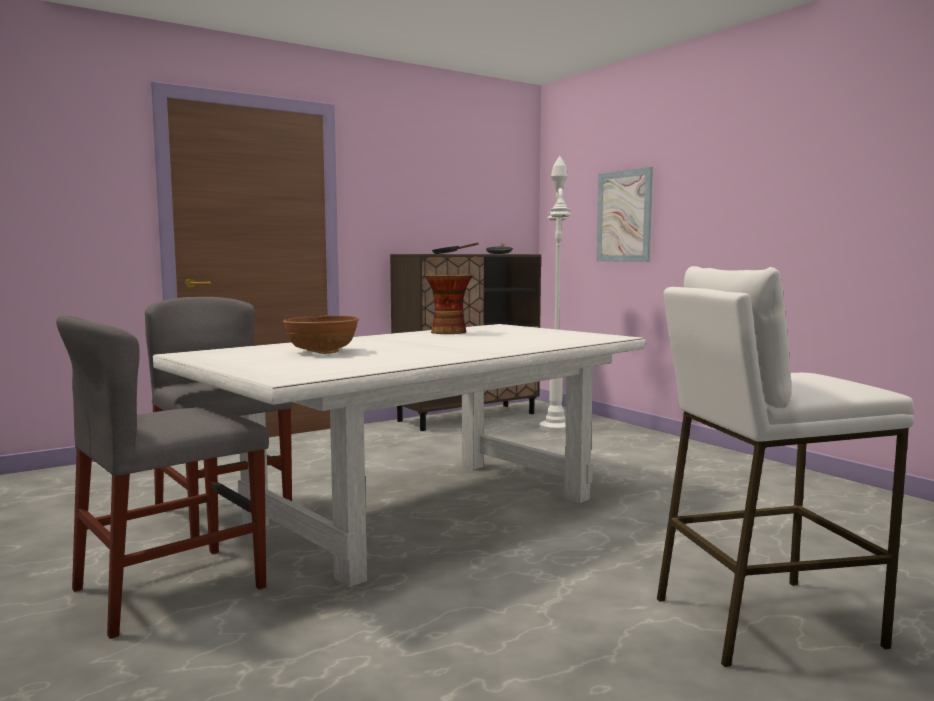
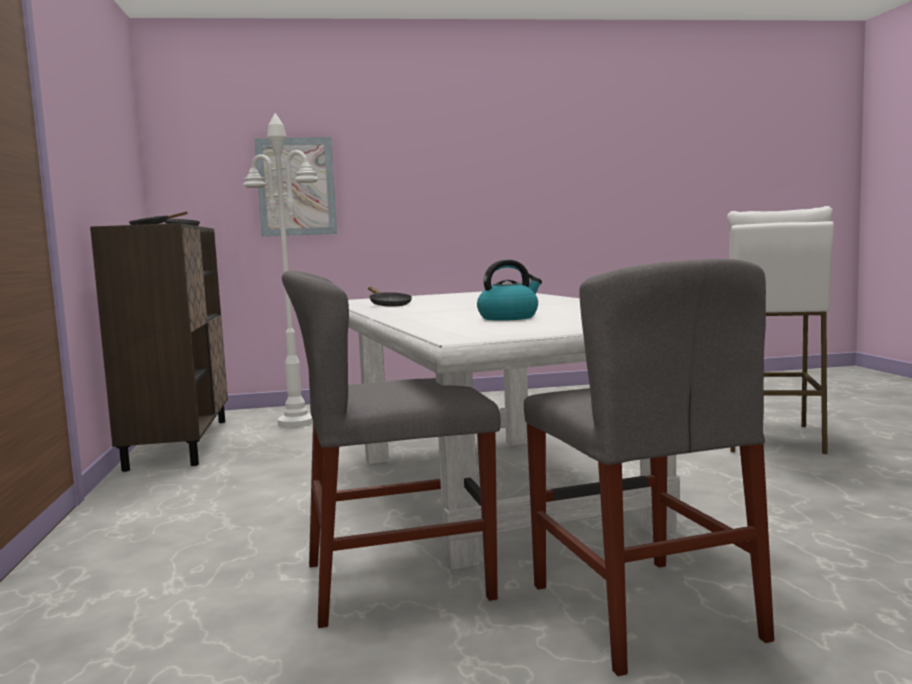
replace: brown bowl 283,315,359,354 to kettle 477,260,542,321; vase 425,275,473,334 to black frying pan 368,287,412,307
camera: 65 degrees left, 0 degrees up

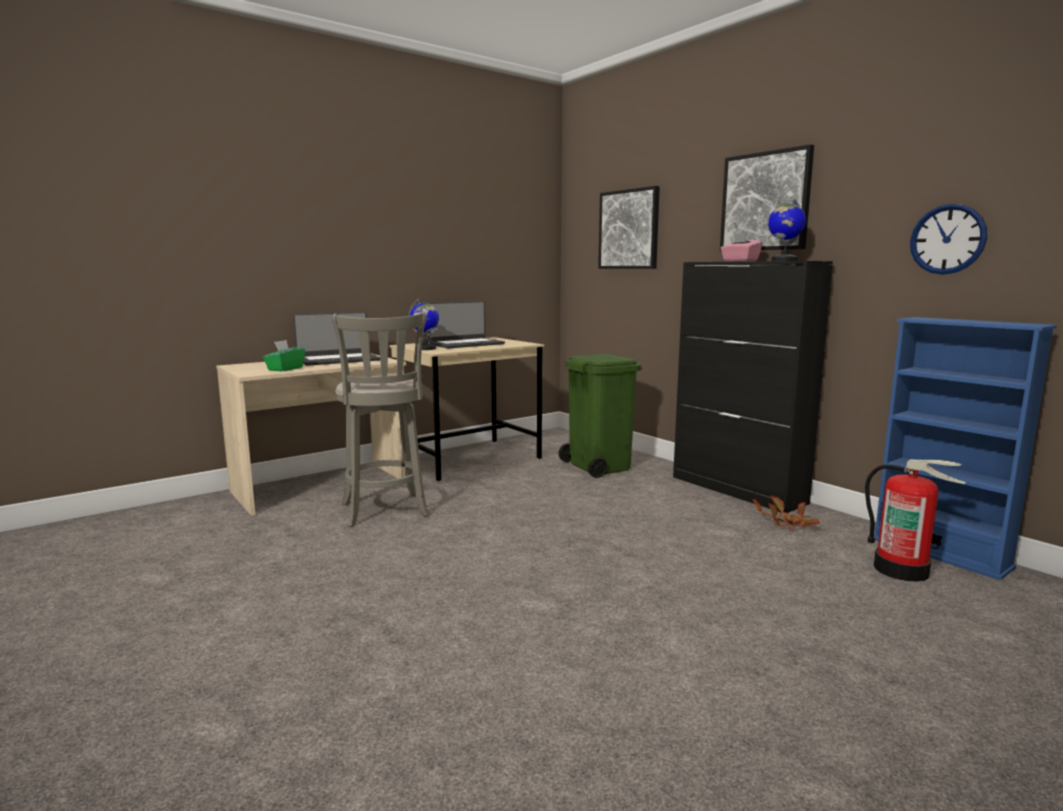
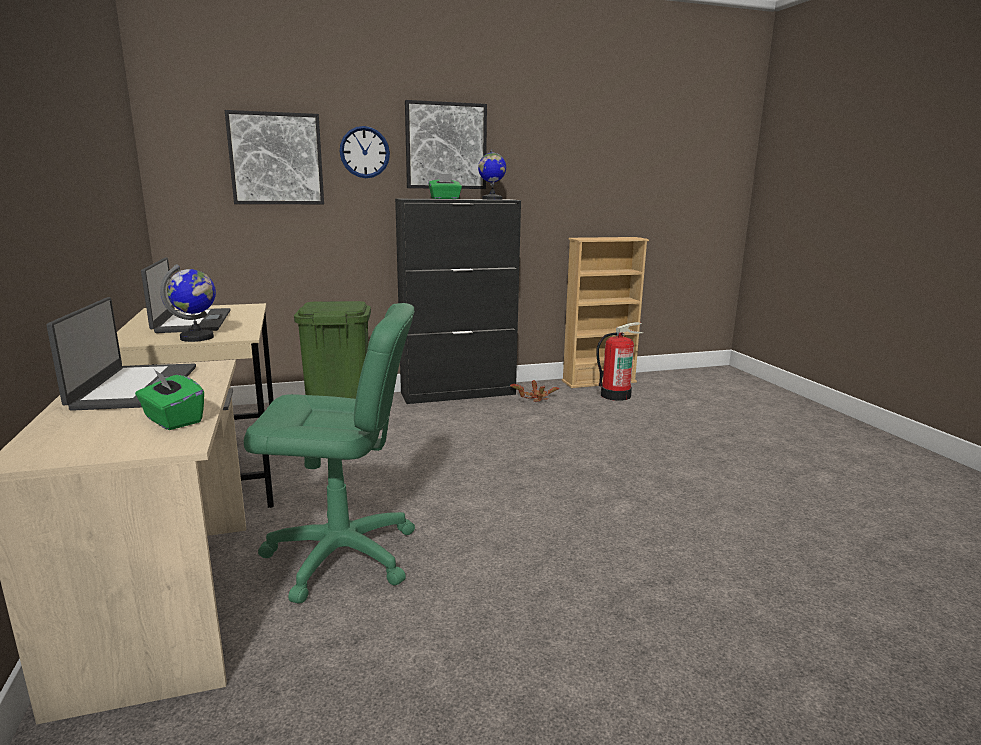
move: wall clock 910,204,987,275 to 340,126,390,178
replace: grey stool 332,311,429,527 to green office chair 244,303,415,604
recolor: pink tissue box 721,233,763,262 to green tissue box 428,174,462,199; blue bookcase 874,317,1057,580 to beige bookcase 562,237,649,388
camera: 70 degrees left, 5 degrees up

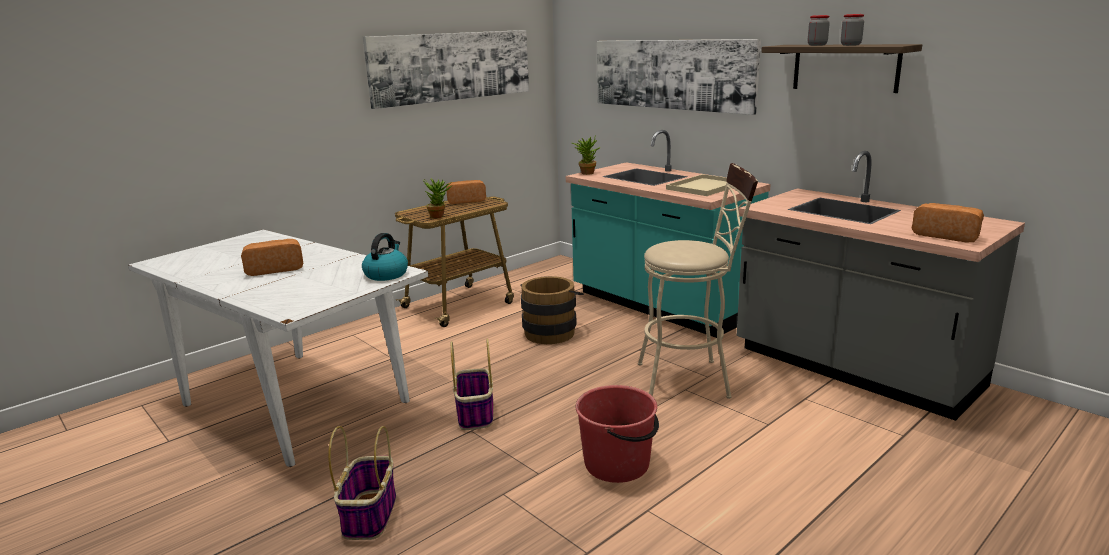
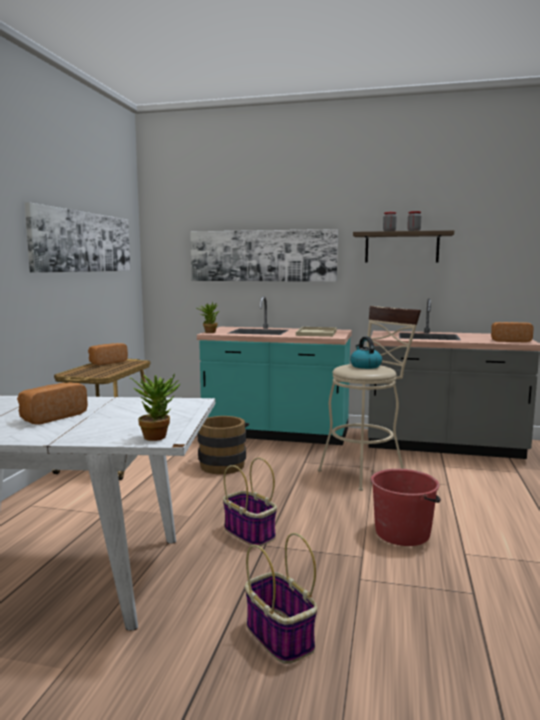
move: kettle 362,233,408,281 to 350,337,382,369; potted plant 424,179,452,218 to 130,374,181,441
camera: 35 degrees left, 10 degrees down

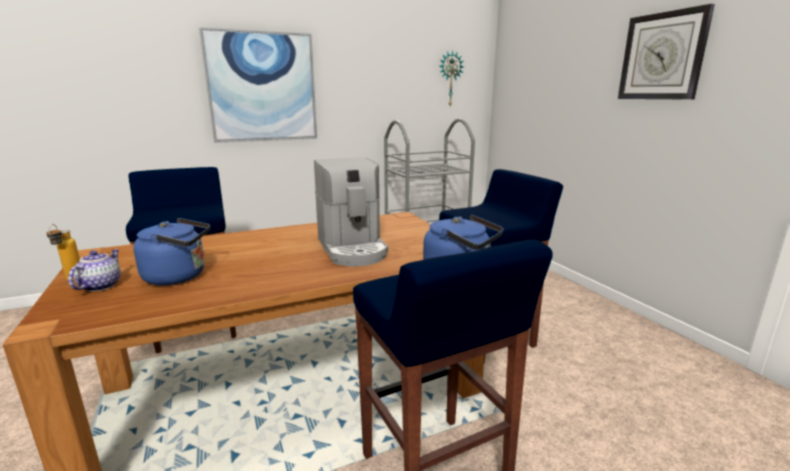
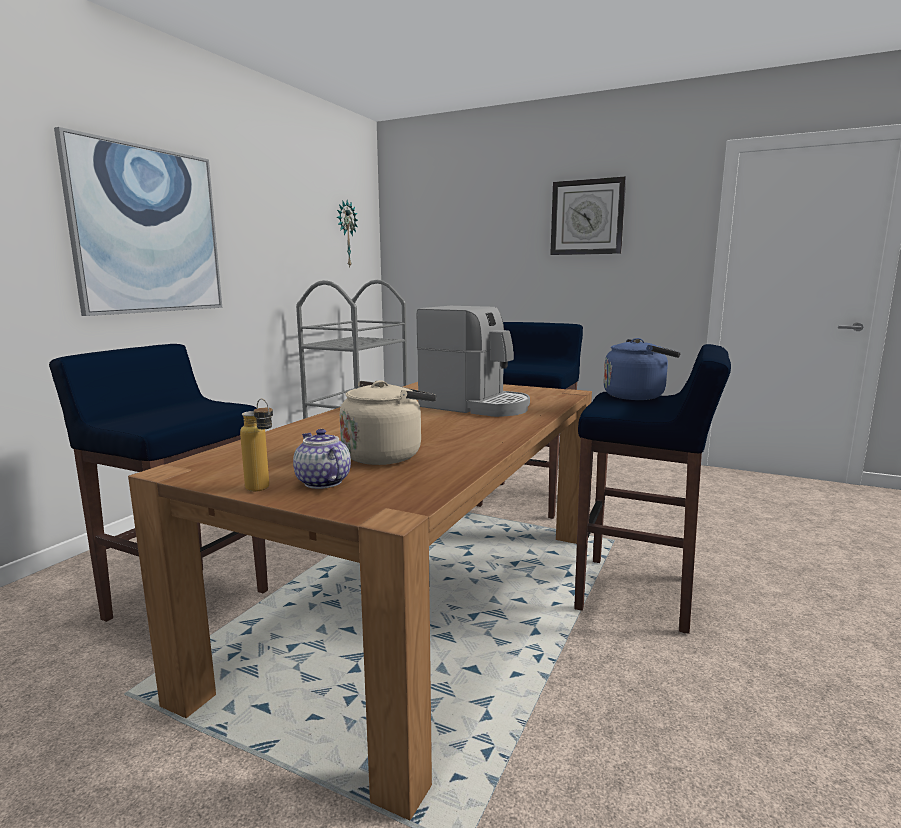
recolor: blue kettle 133,218,211,286 to beige kettle 340,380,437,465
camera: 40 degrees left, 5 degrees down

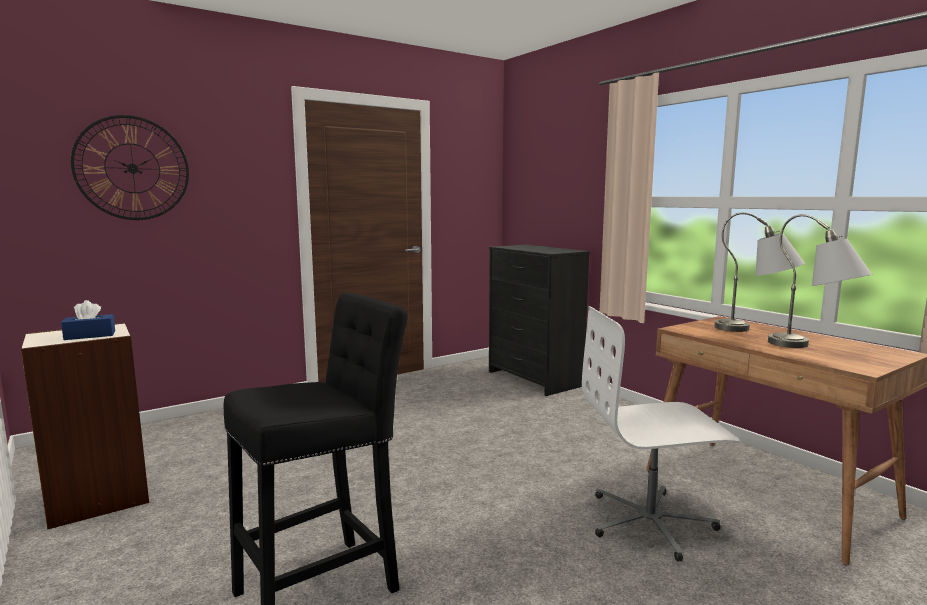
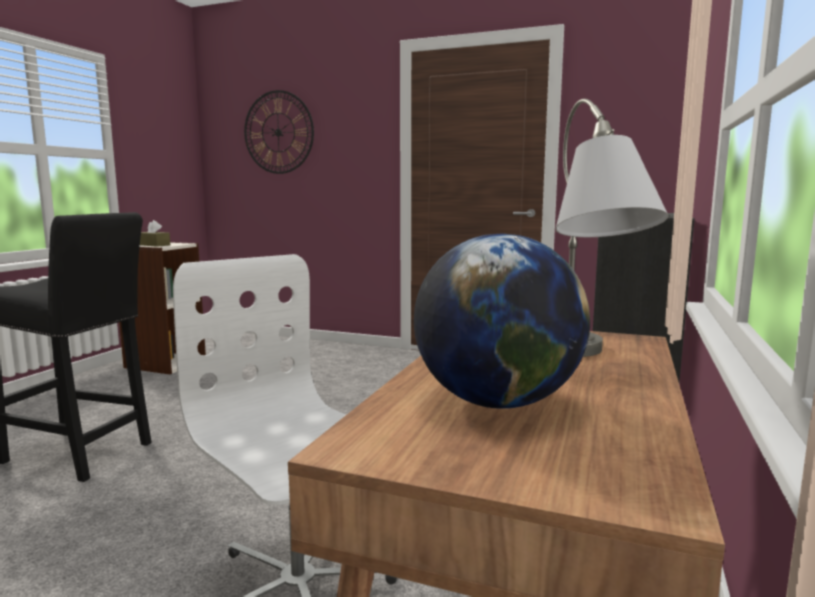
replace: grey table lamp 768,214,872,348 to globe 414,233,590,409
recolor: blue tissue box 61,300,115,340 to brown tissue box 140,220,170,247
camera: 55 degrees right, 0 degrees up

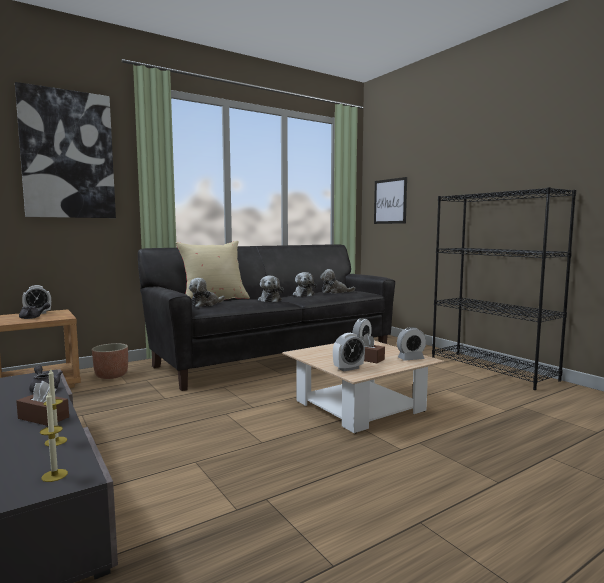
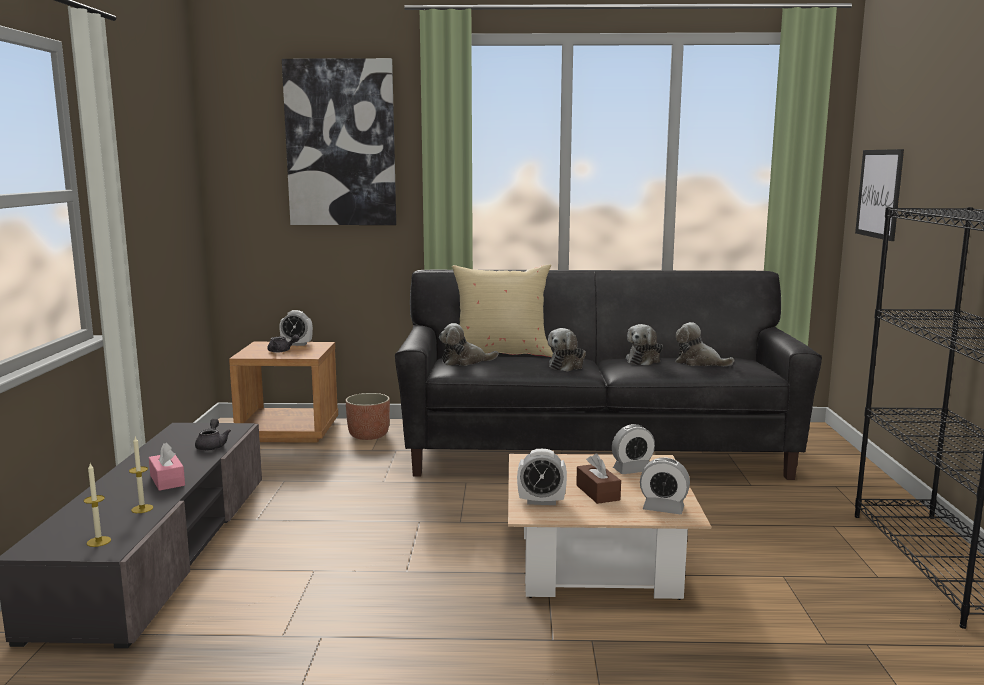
recolor: brown tissue box 16,381,69,426 to pink tissue box 149,443,185,491
camera: 35 degrees right, 5 degrees up

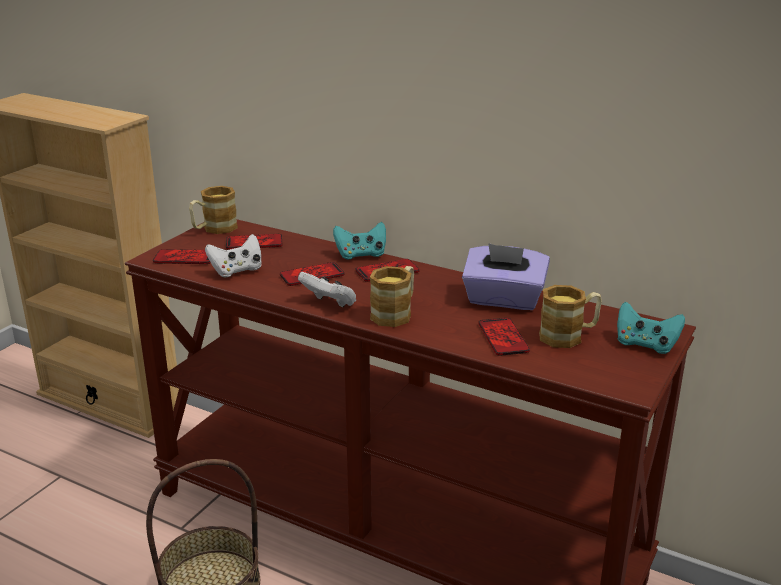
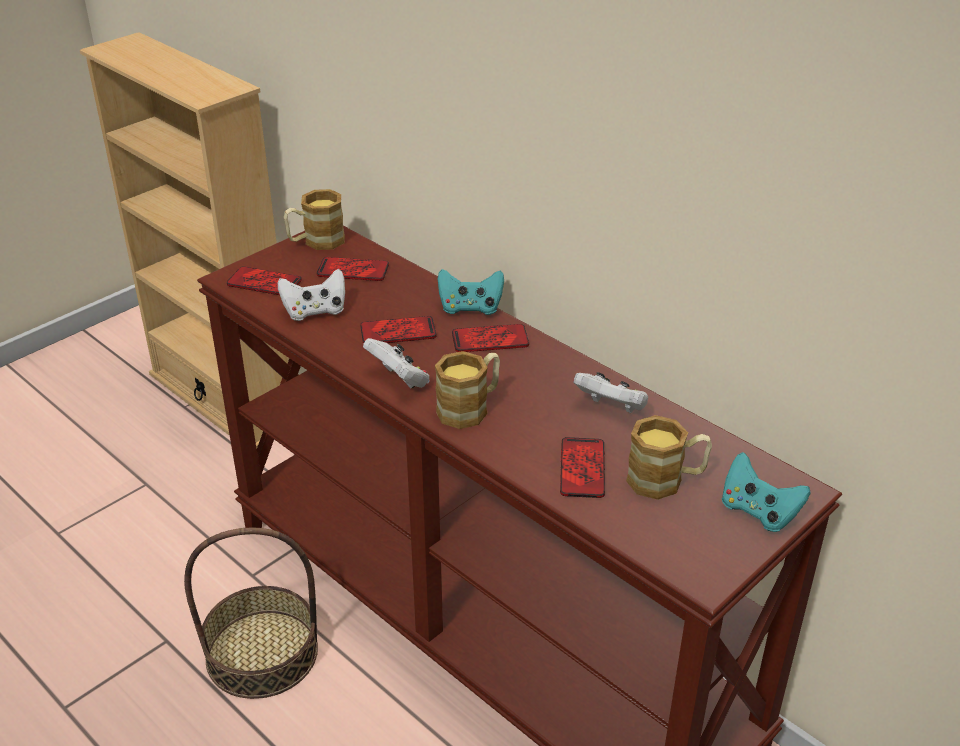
replace: purple tissue box 462,243,550,310 to white game controller 574,372,648,413
camera: 15 degrees right, 10 degrees up

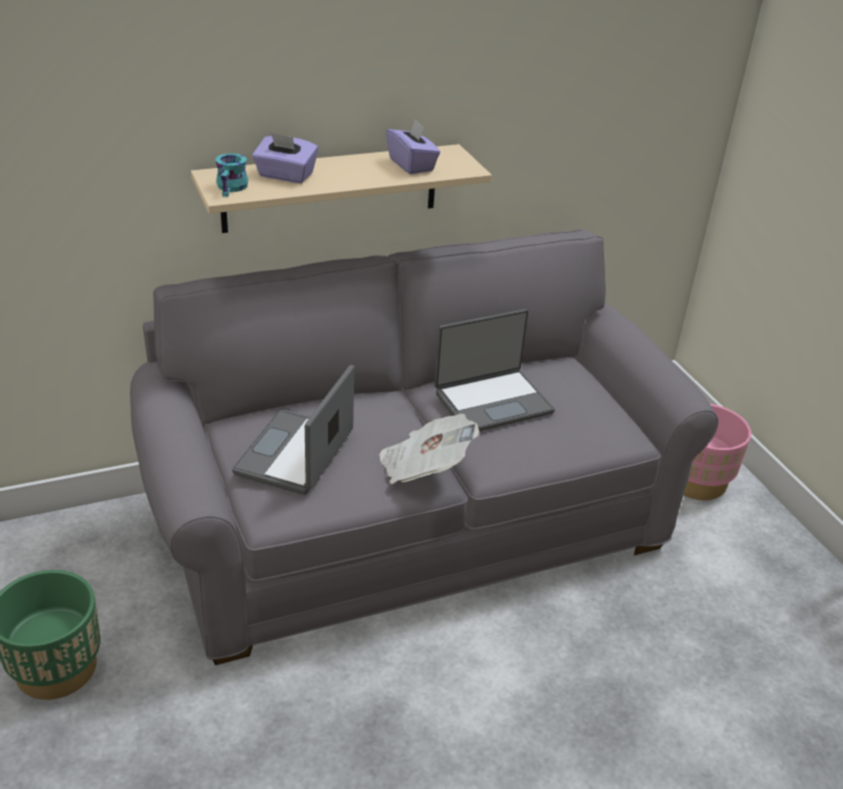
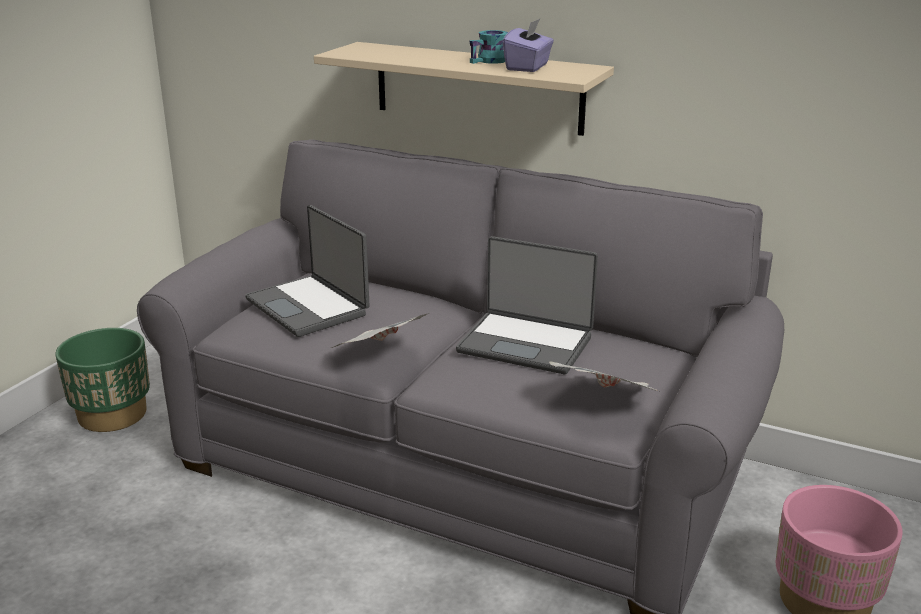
delete: purple tissue box 252,133,318,184
insert: newspaper 549,362,658,391
move: turquoise mug 215,153,248,197 to 469,30,508,64
rotate: laptop 232,365,354,495 = 245,205,370,337 105 degrees counterclockwise
camera: 50 degrees right, 10 degrees down

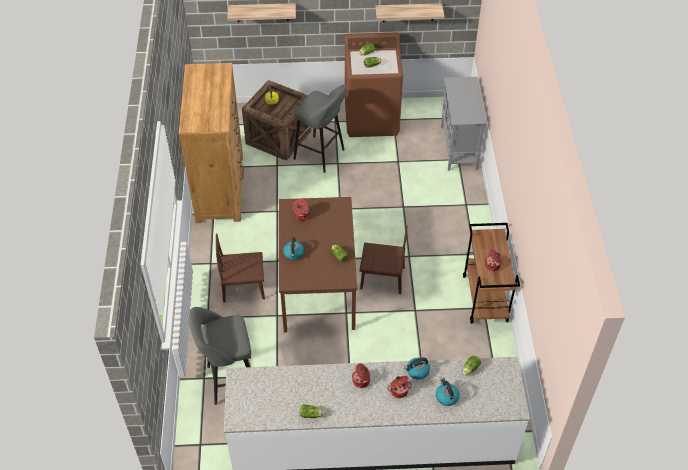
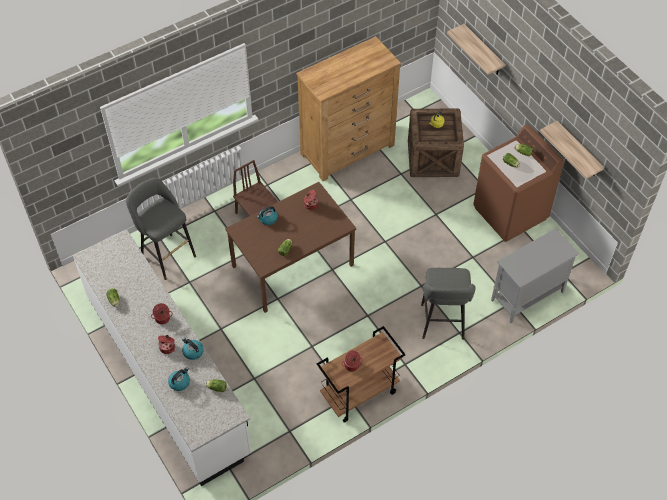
delete: brown chair 359,225,408,294
move: grey stool 294,85,347,173 to 421,268,476,340
camera: 60 degrees right, 5 degrees up

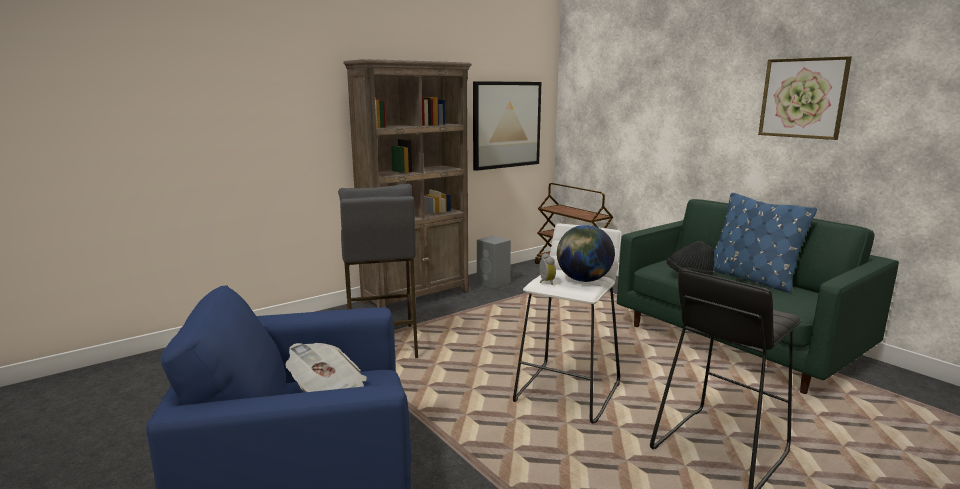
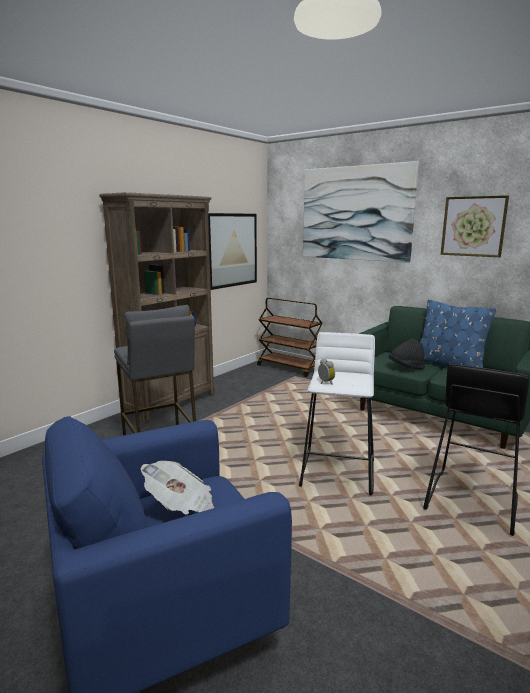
delete: grey speaker 477,236,511,288; globe 557,225,615,282
insert: picture 303,161,419,263
camera: 15 degrees left, 0 degrees up

